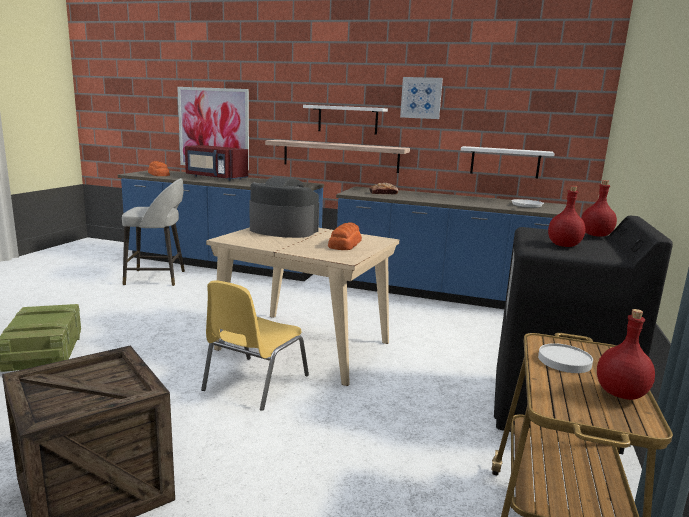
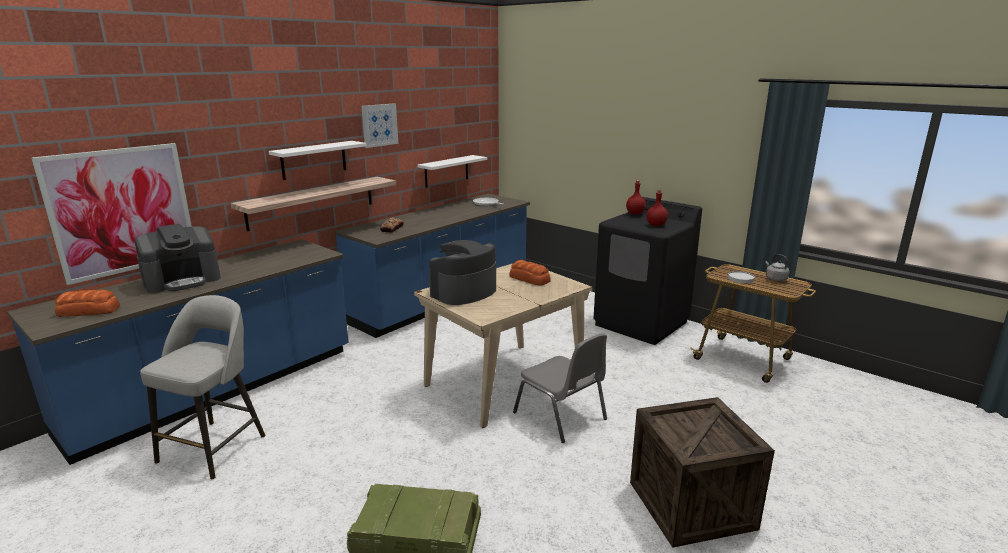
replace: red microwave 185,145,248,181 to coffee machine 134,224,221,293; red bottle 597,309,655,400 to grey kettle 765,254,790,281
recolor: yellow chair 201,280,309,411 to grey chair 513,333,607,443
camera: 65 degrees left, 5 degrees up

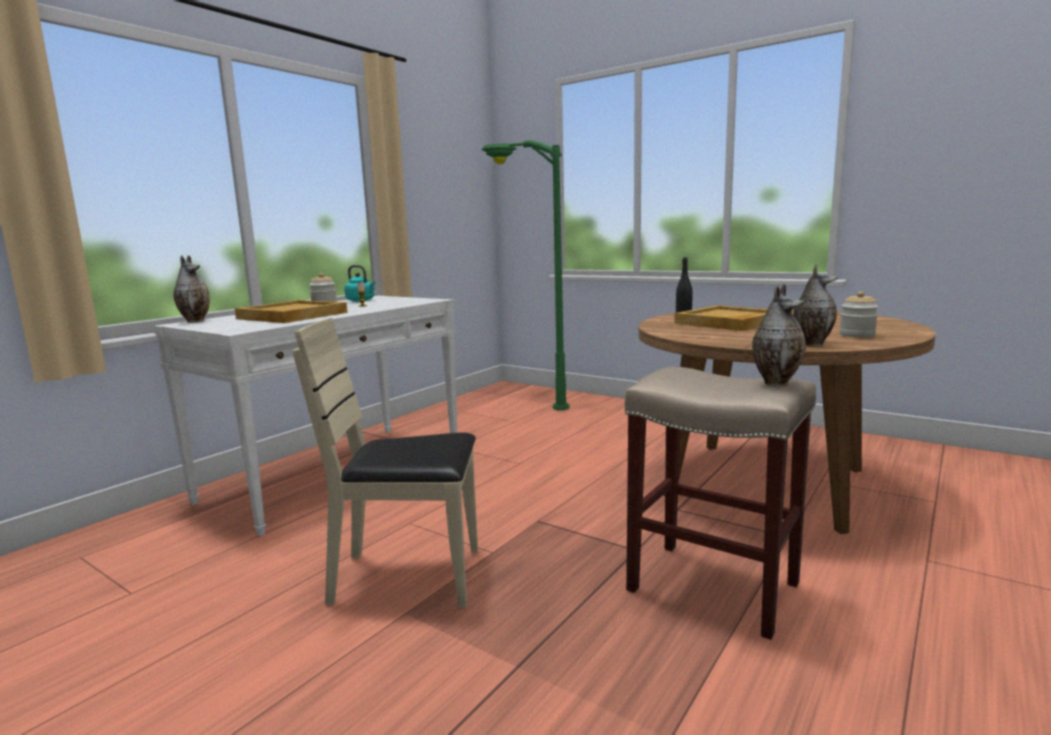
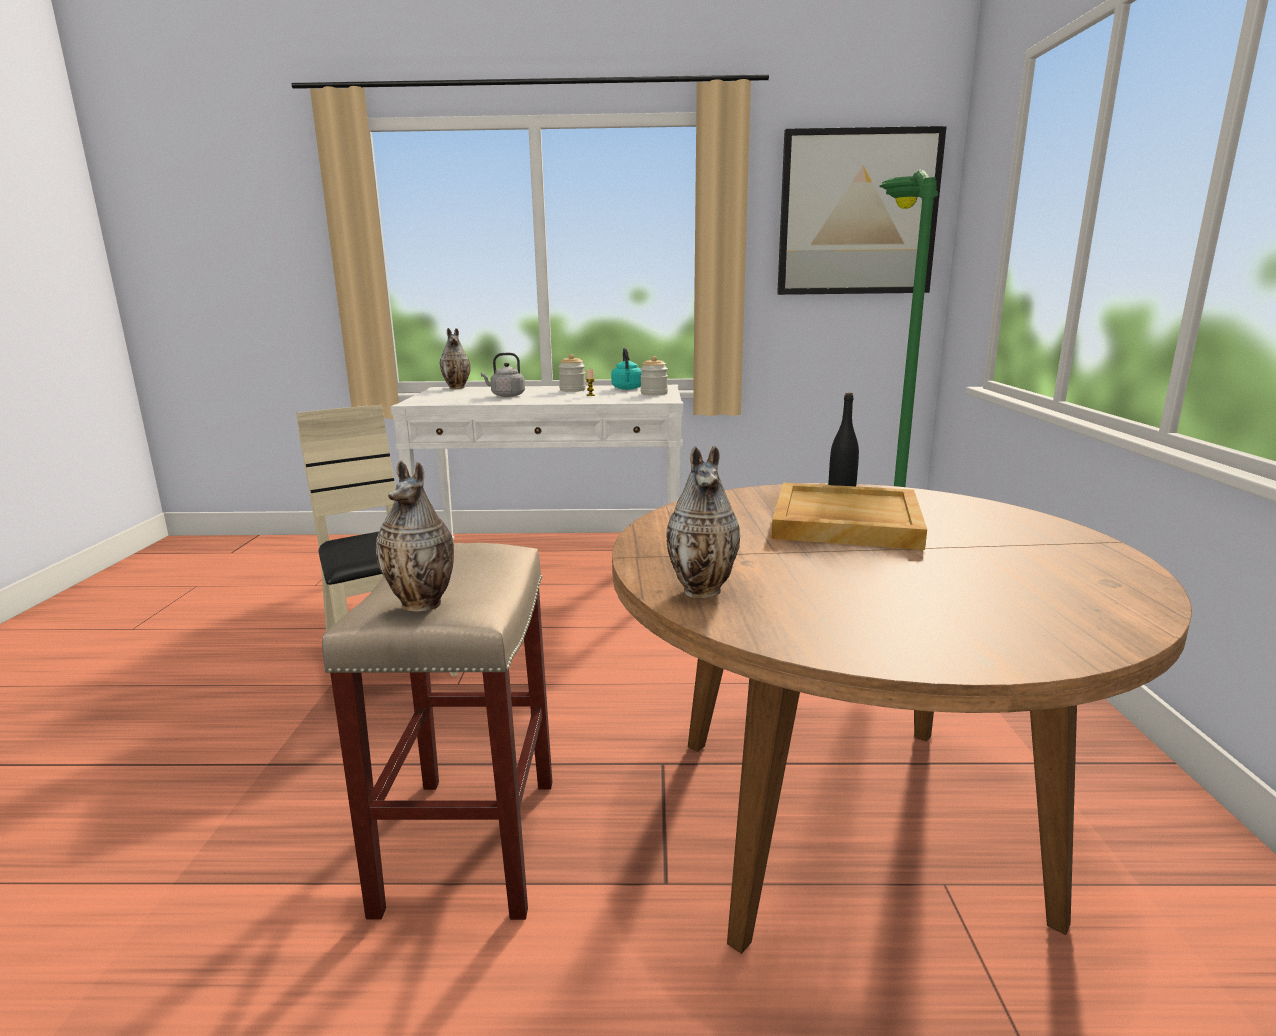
insert: picture 777,126,947,295
move: jar 839,291,878,338 to 640,356,668,396
replace: beige tray 235,300,348,323 to grey kettle 481,353,525,397
camera: 55 degrees right, 5 degrees up

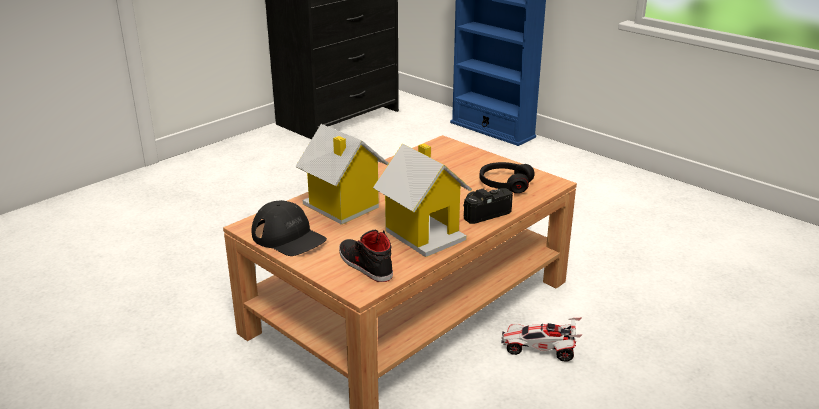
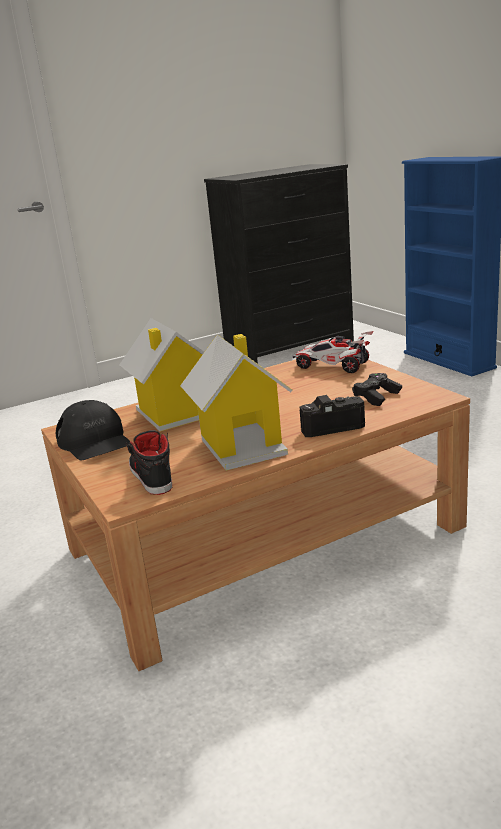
move: toy car 501,317,583,362 to 293,331,374,373
replace: black headphones 479,162,535,193 to black game controller 352,373,402,406
camera: 20 degrees right, 5 degrees down

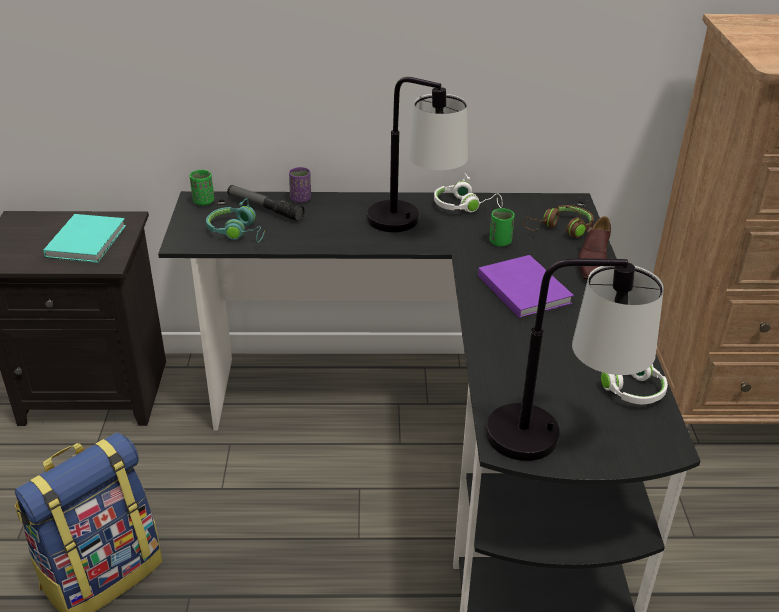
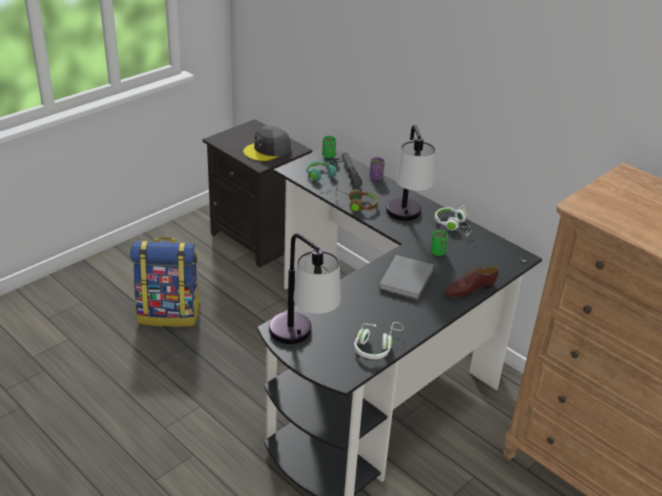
move: brown headphones 523,205,594,238 to 336,187,378,212
replace: turquoise book 43,214,126,263 to grey cap 243,126,291,161
recolor: purple book 478,255,574,318 to grey book 379,255,434,300
camera: 45 degrees right, 0 degrees up

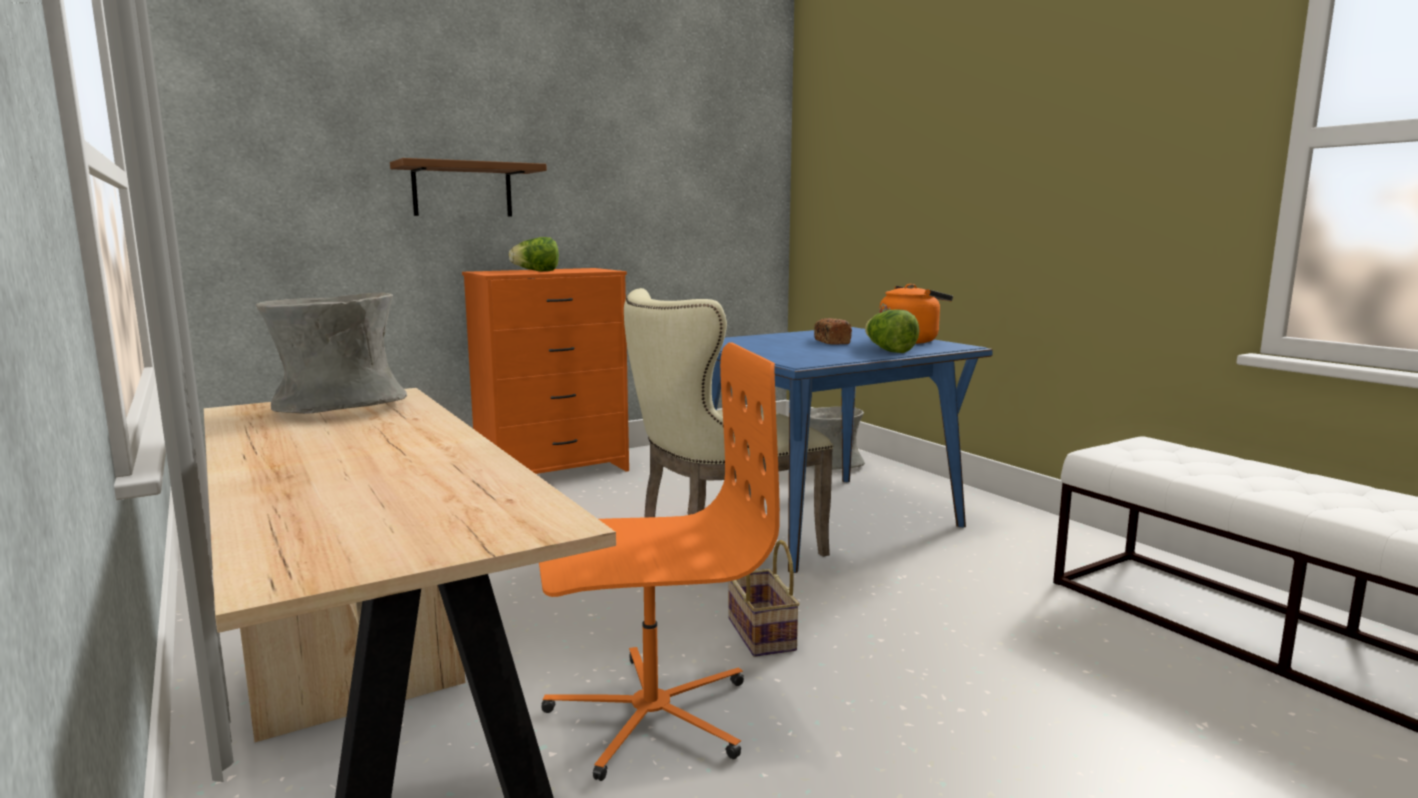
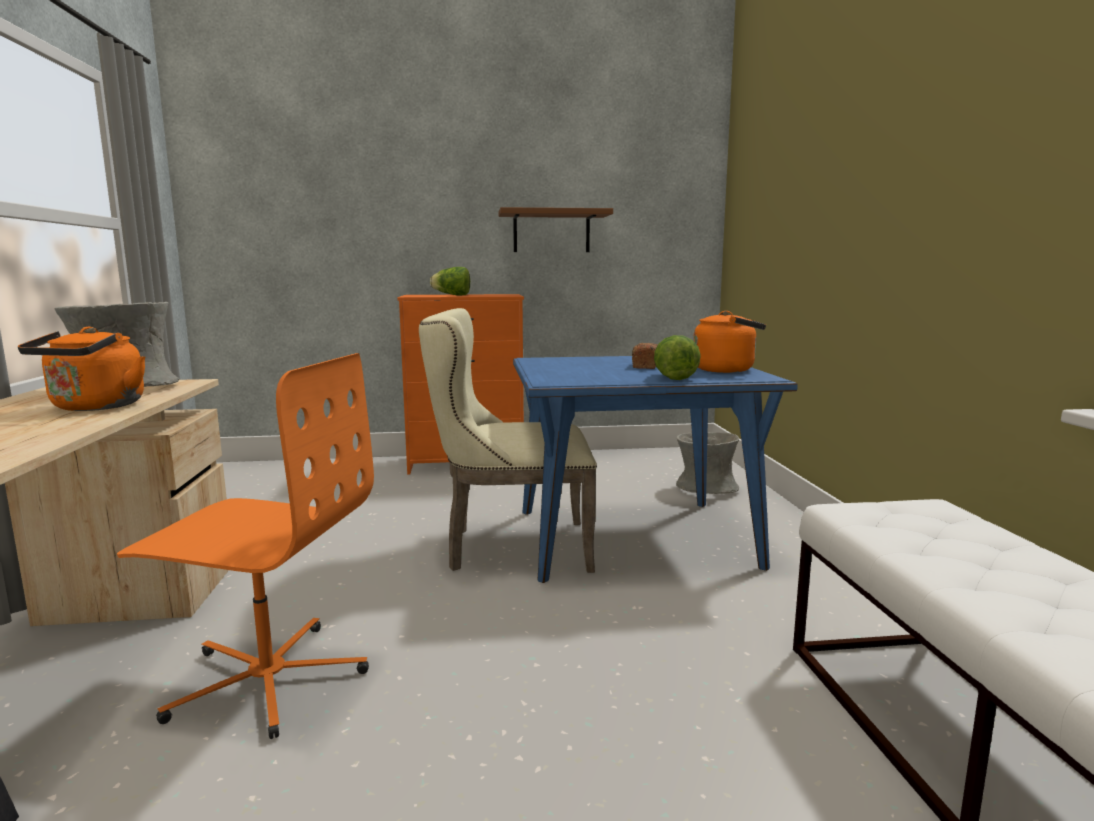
delete: basket 728,540,800,657
insert: orange kettle 18,327,145,411
move: brown shelf 390,158,547,216 to 498,207,613,252
camera: 25 degrees right, 0 degrees up

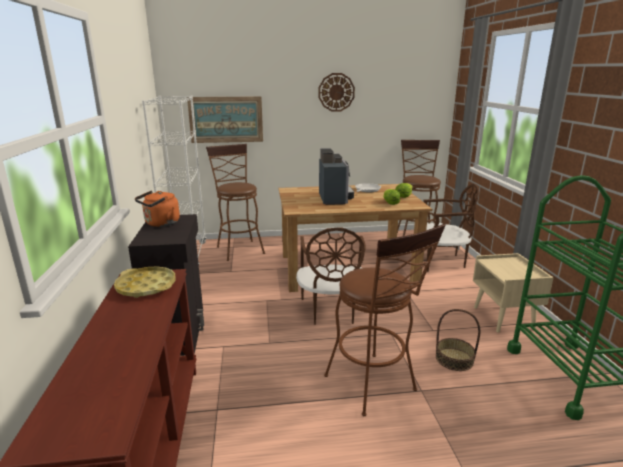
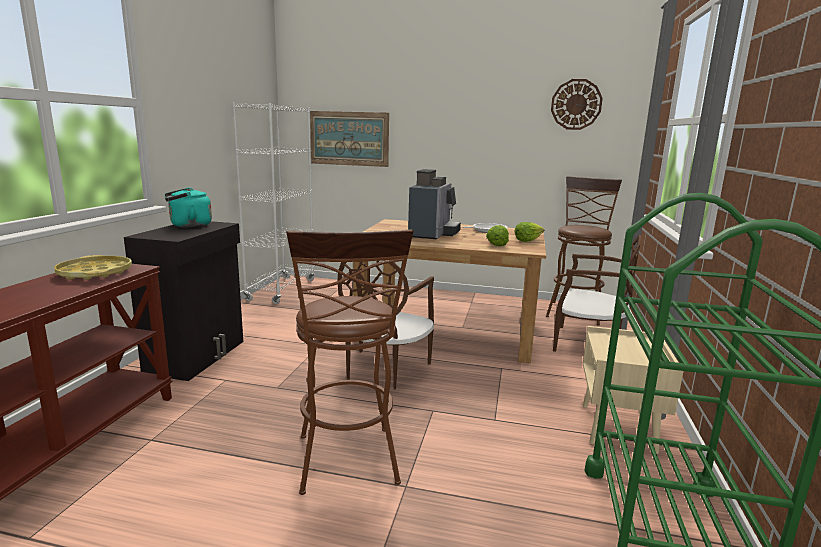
delete: brown stool 206,144,265,261; basket 436,309,480,371
move: wall clock 319,73,355,111 to 551,79,603,130
recolor: orange kettle 135,190,180,227 to turquoise kettle 164,188,212,228
camera: 20 degrees right, 5 degrees down

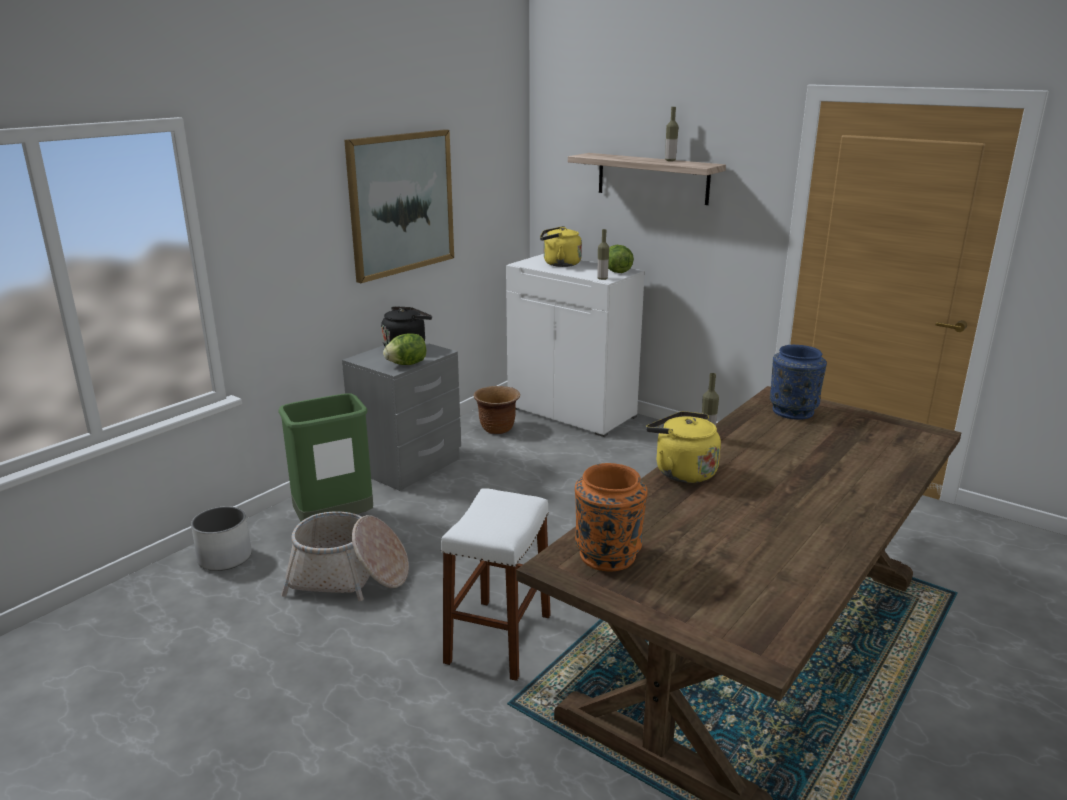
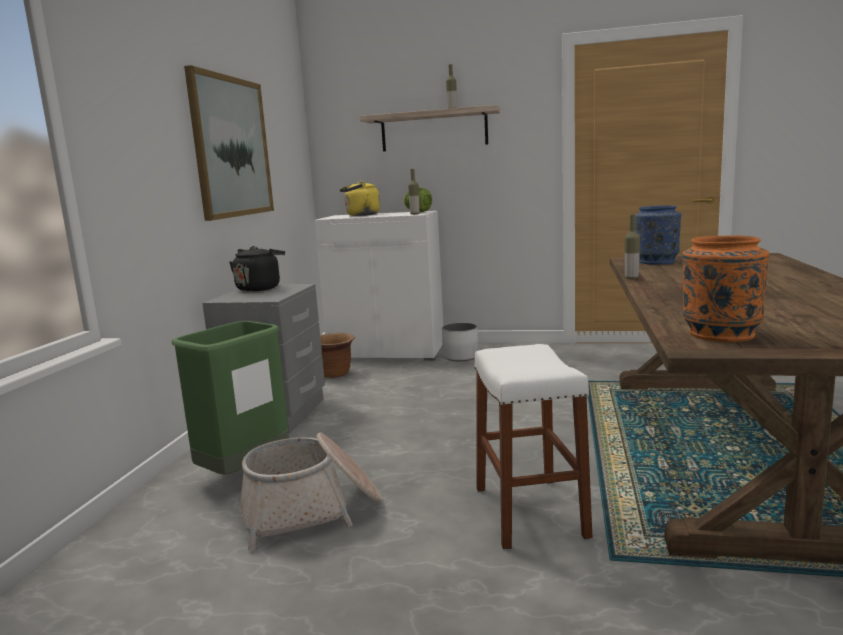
delete: lettuce 383,333,426,365; yellow kettle 646,411,721,483
move: white planter 191,506,252,571 to 442,323,479,361
camera: 25 degrees left, 10 degrees down

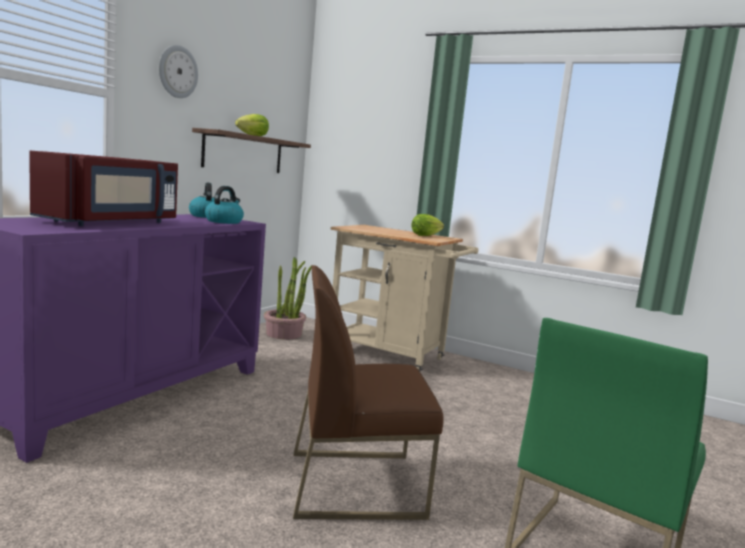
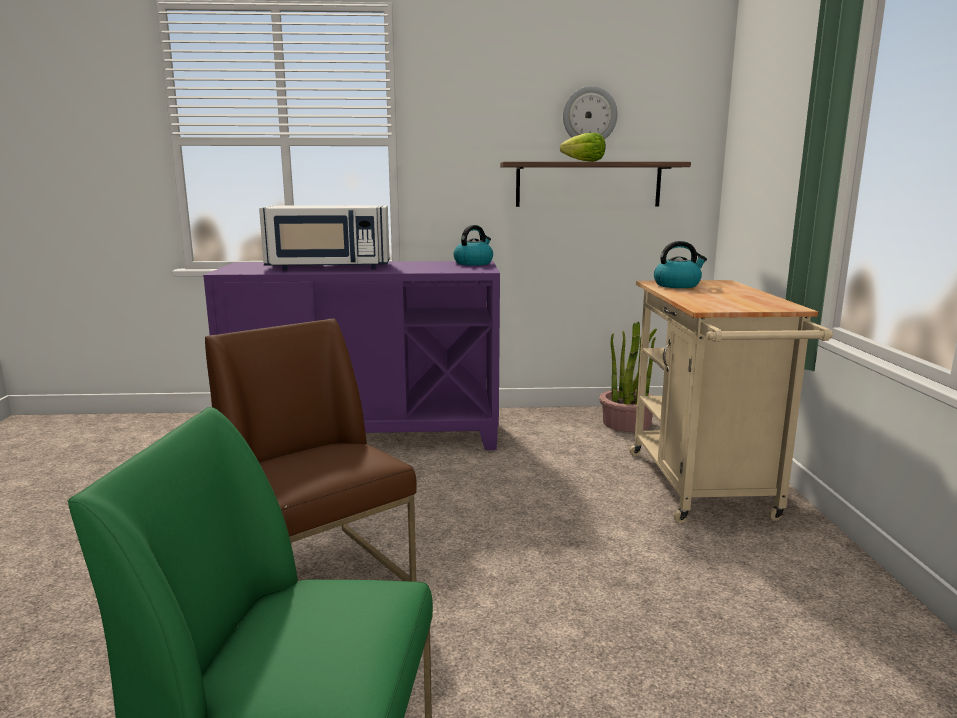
delete: lettuce 411,214,444,236
move: wall clock 159,45,198,98 to 563,86,617,139; kettle 205,186,244,224 to 654,241,707,288
recolor: red microwave 29,151,178,226 to white microwave 259,205,390,270
camera: 60 degrees right, 5 degrees up

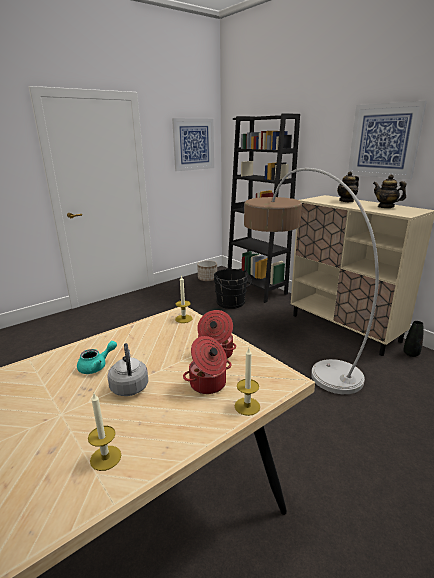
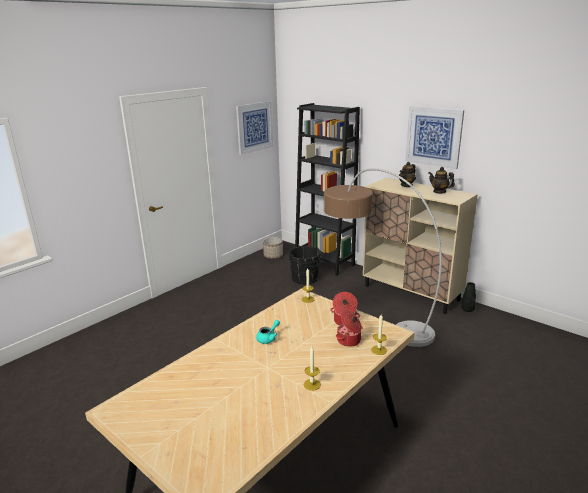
delete: grey kettle 107,343,148,396
camera: 10 degrees left, 0 degrees up

